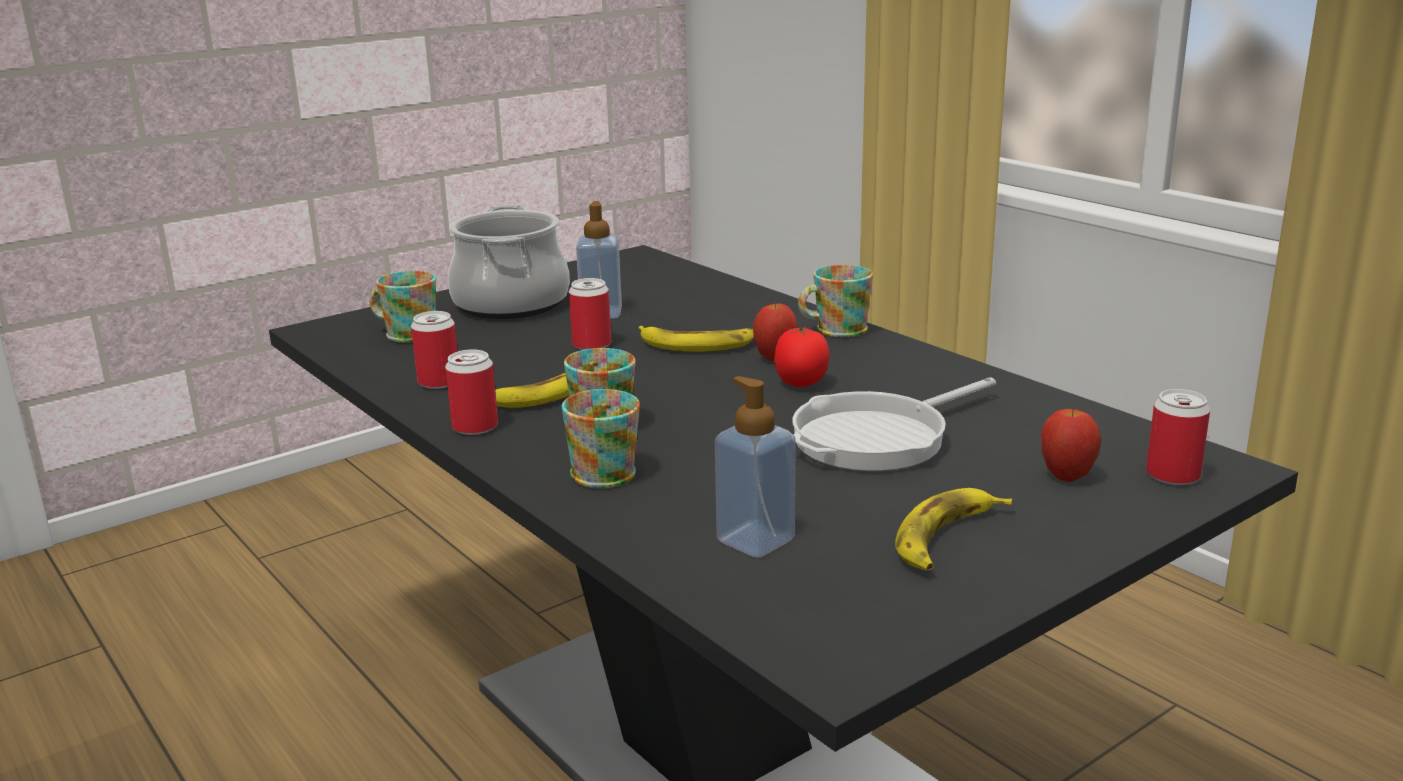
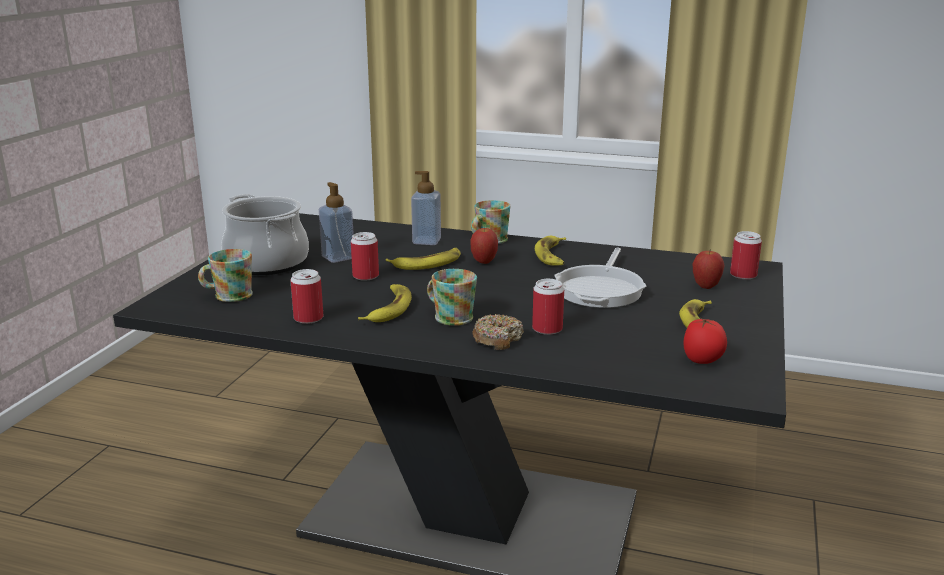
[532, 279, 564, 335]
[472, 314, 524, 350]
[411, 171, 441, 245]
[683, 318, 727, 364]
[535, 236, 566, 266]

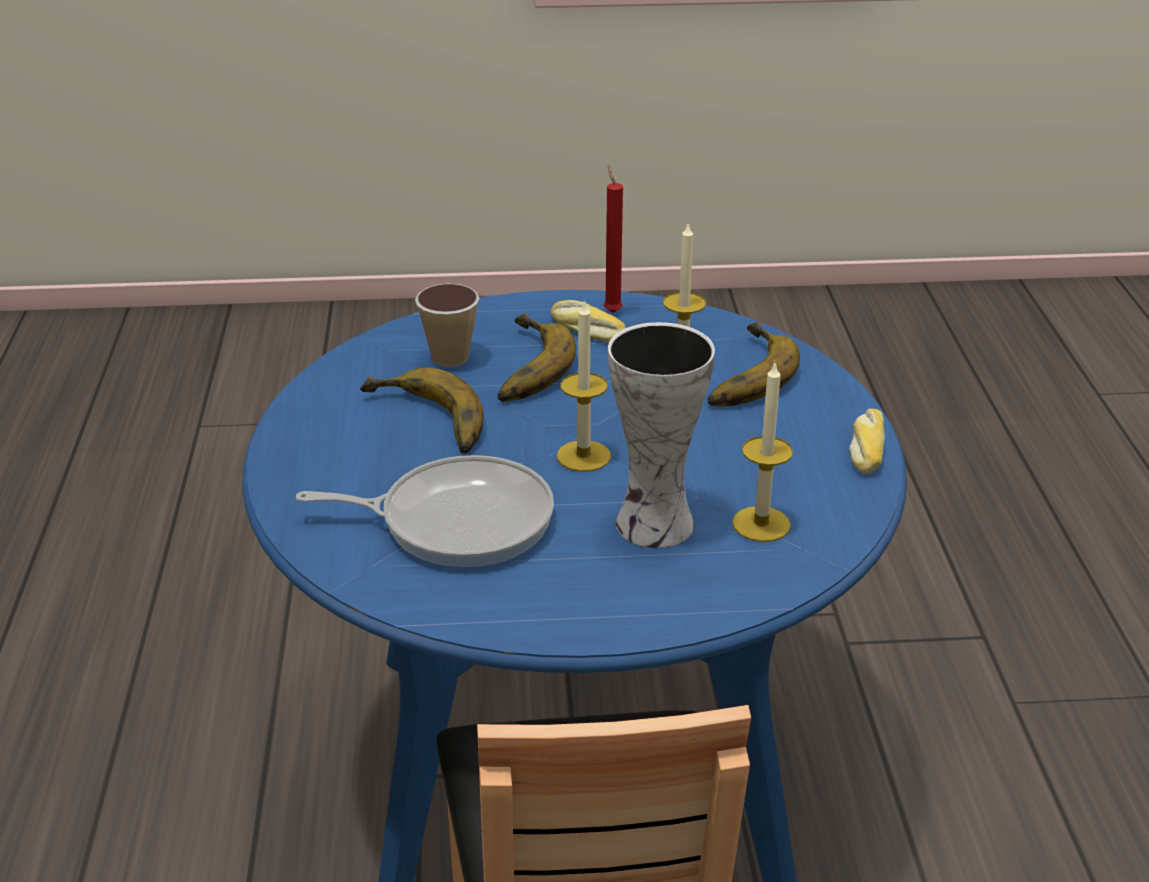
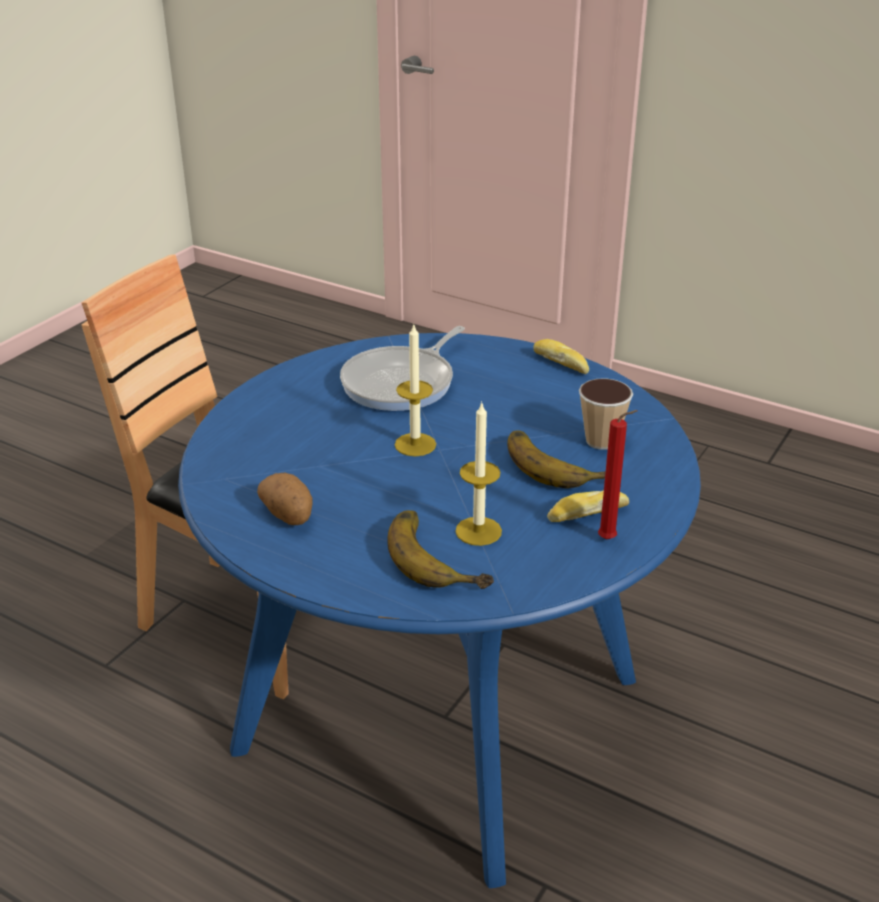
[360, 368, 484, 453] (first image)
[608, 322, 715, 548] (first image)
[732, 363, 793, 542] (first image)
[534, 339, 589, 374]
[257, 473, 313, 525]

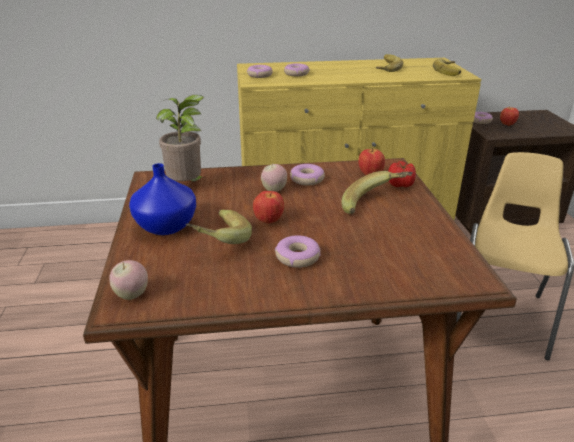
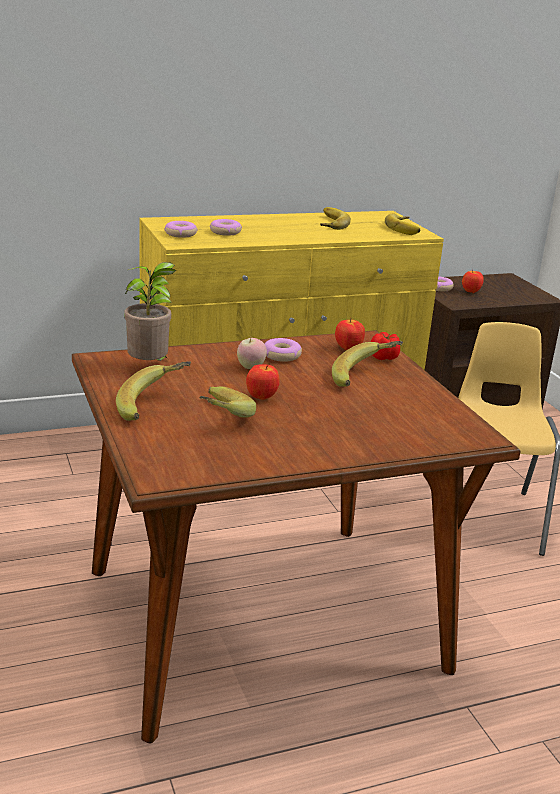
[109, 260, 148, 300] (first image)
[116, 361, 191, 421]
[275, 235, 321, 268] (first image)

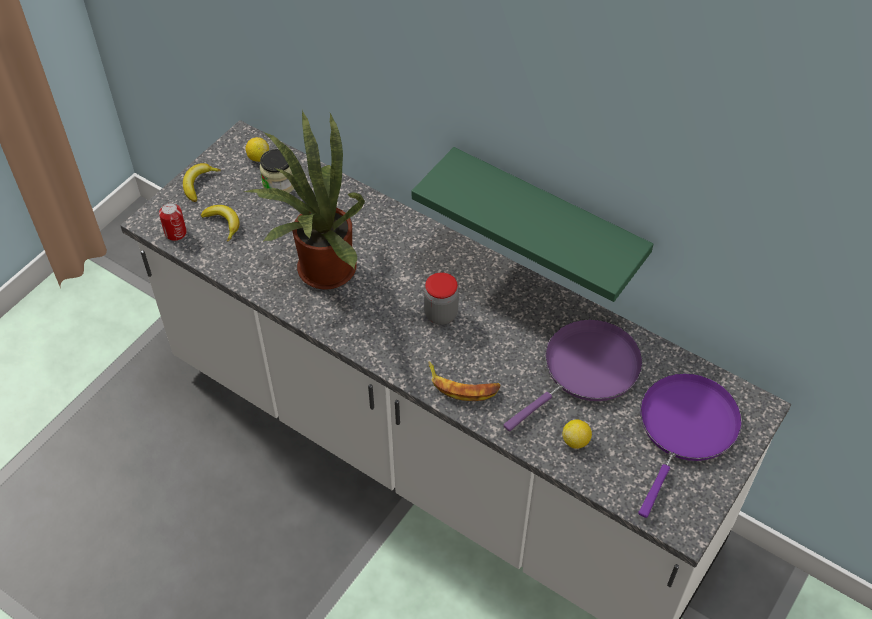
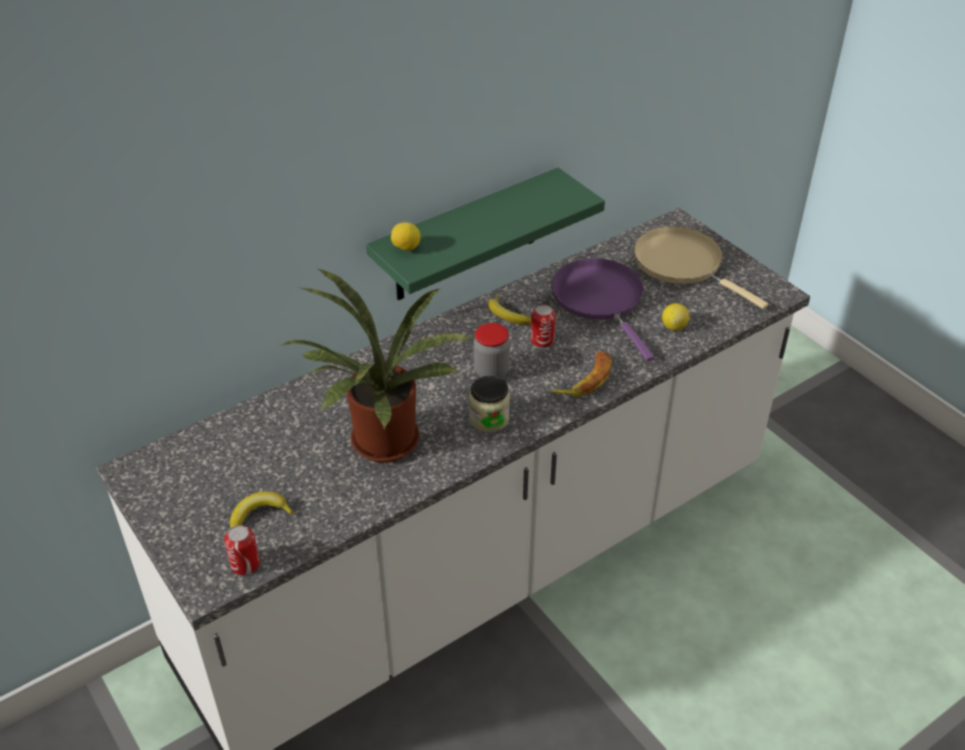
[488, 296, 531, 325]
[391, 222, 420, 251]
[469, 376, 510, 433]
[633, 226, 768, 309]
[531, 304, 556, 348]

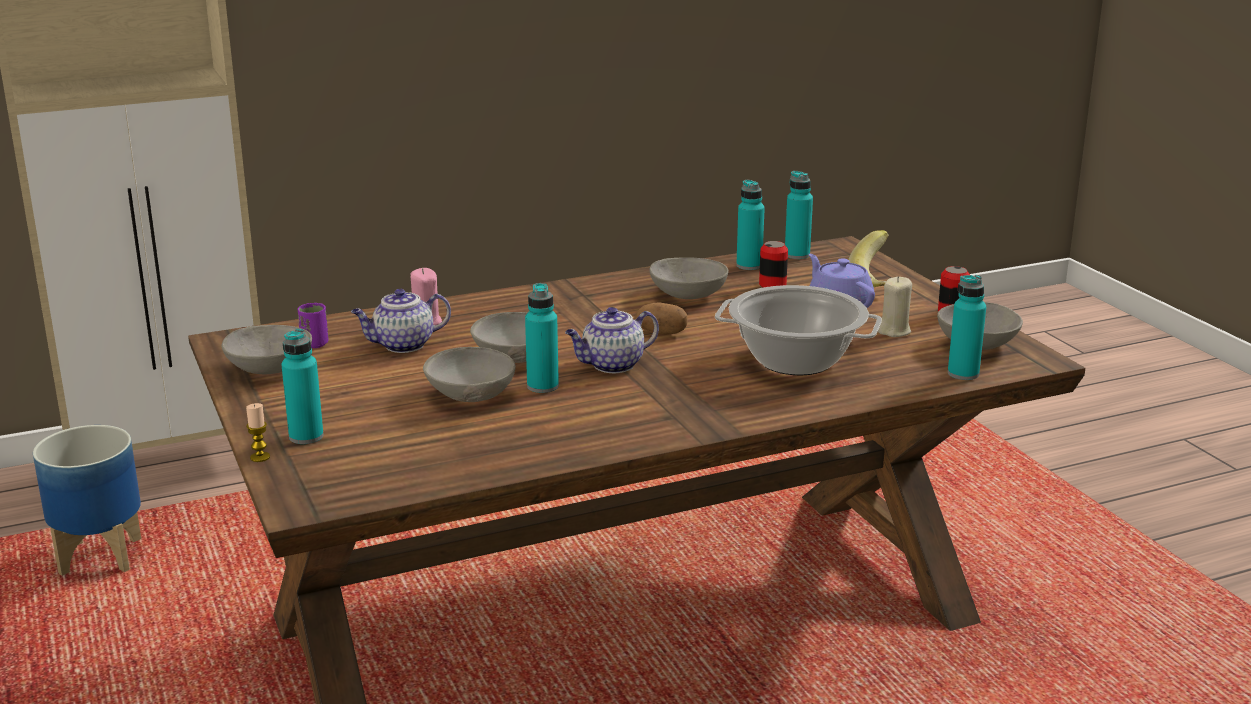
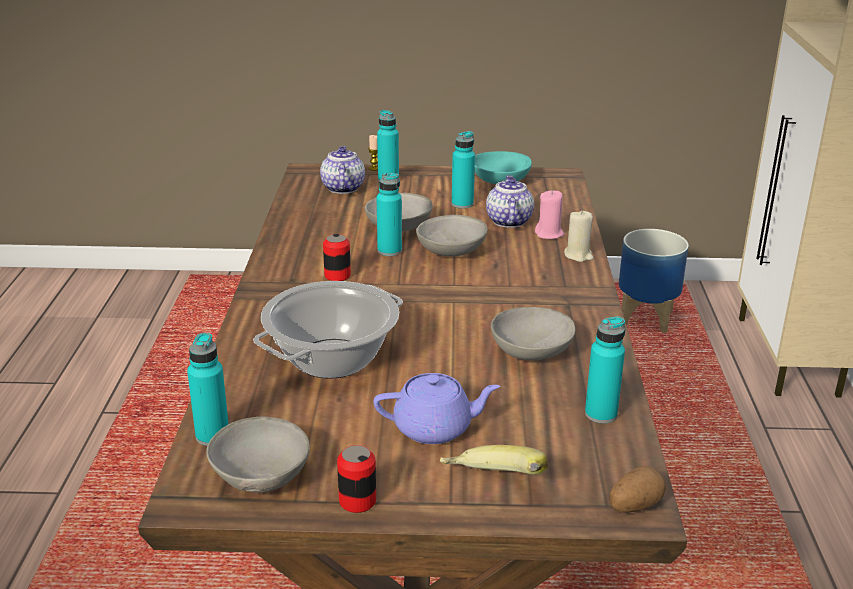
[475, 151, 532, 184]
[298, 303, 329, 348] (first image)
[320, 146, 365, 194]
[609, 466, 666, 513]
[323, 234, 351, 281]
[452, 131, 475, 209]
[564, 210, 594, 262]

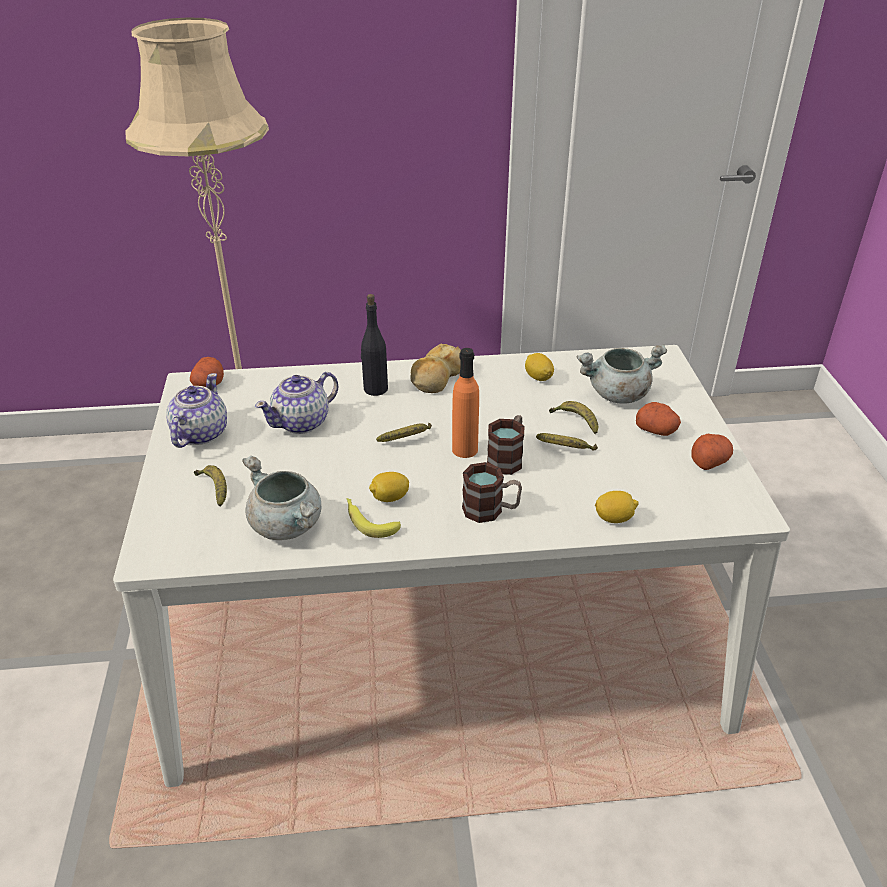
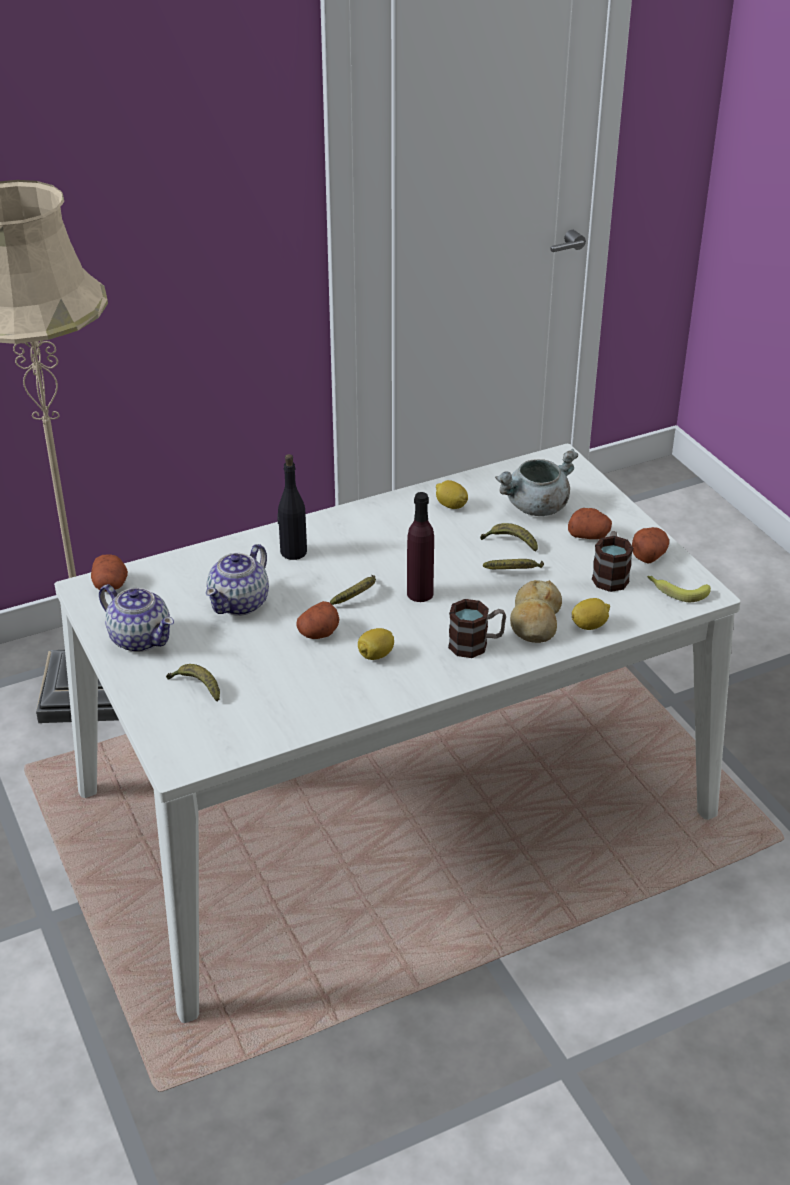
[99, 584, 174, 652]
[242, 456, 321, 540] (first image)
[647, 576, 711, 602]
[510, 580, 562, 643]
[407, 492, 434, 602]
[592, 531, 633, 592]
[296, 601, 339, 639]

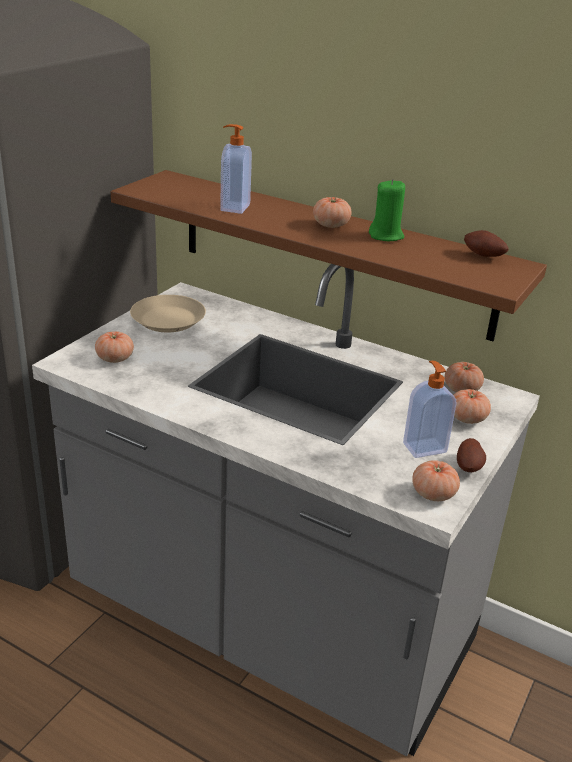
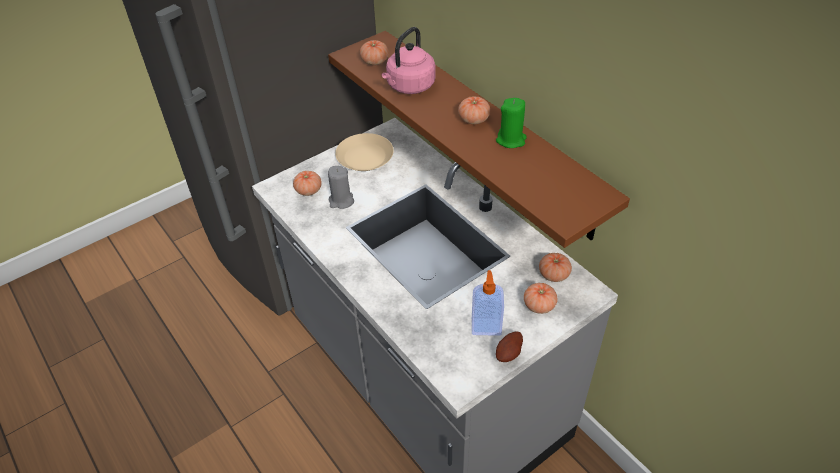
[382, 27, 436, 94]
[360, 40, 389, 65]
[464, 230, 509, 257] (first image)
[328, 166, 354, 209]

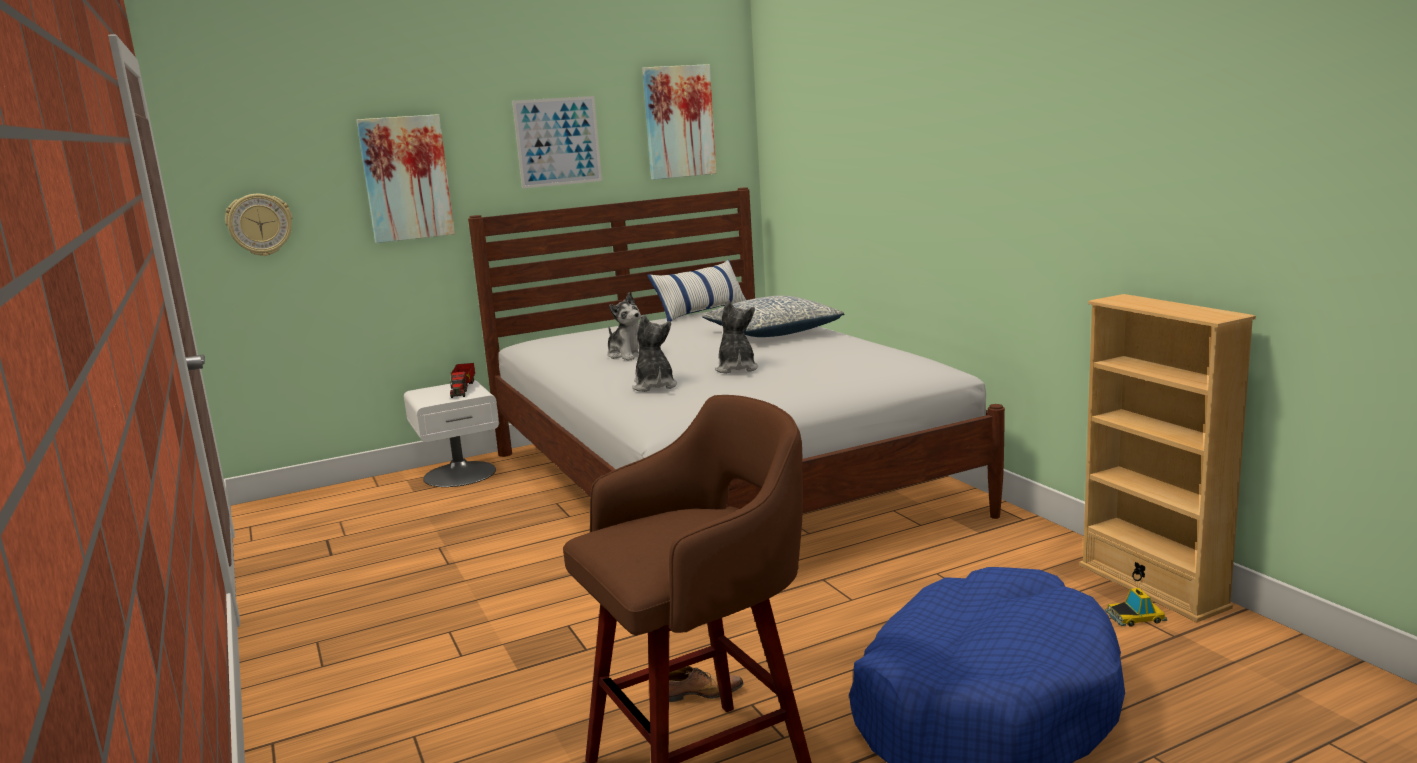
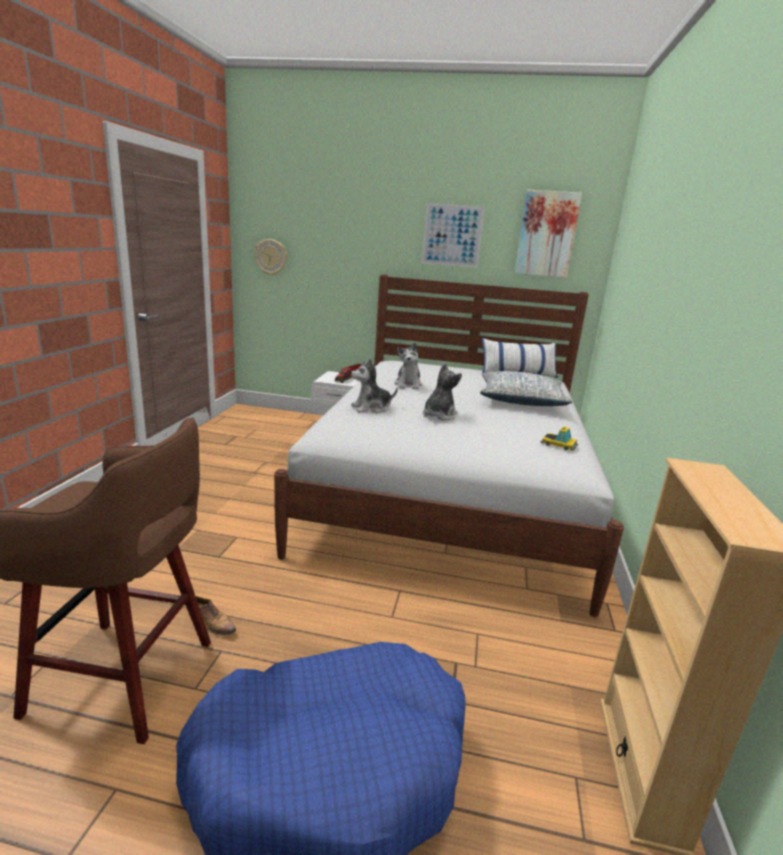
[357, 114, 455, 243] (first image)
[351, 358, 398, 413]
[541, 426, 578, 451]

